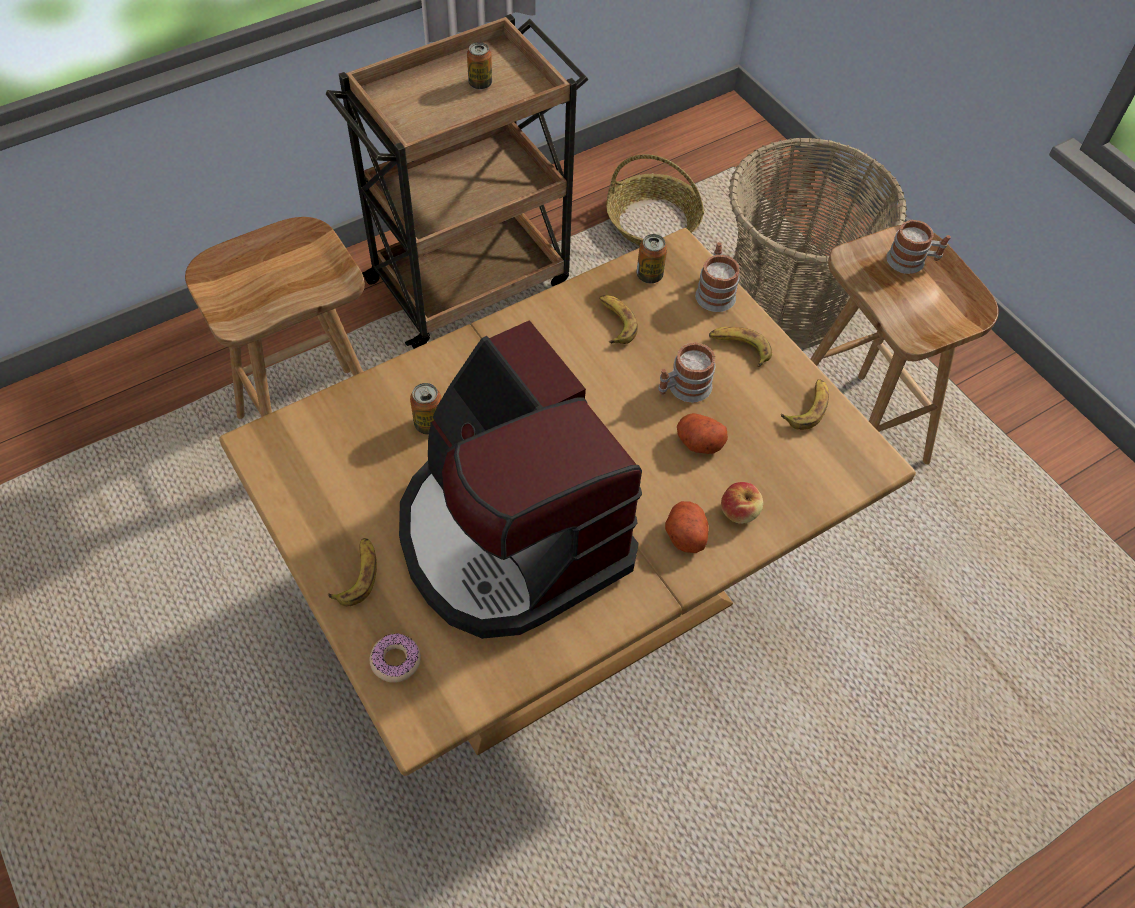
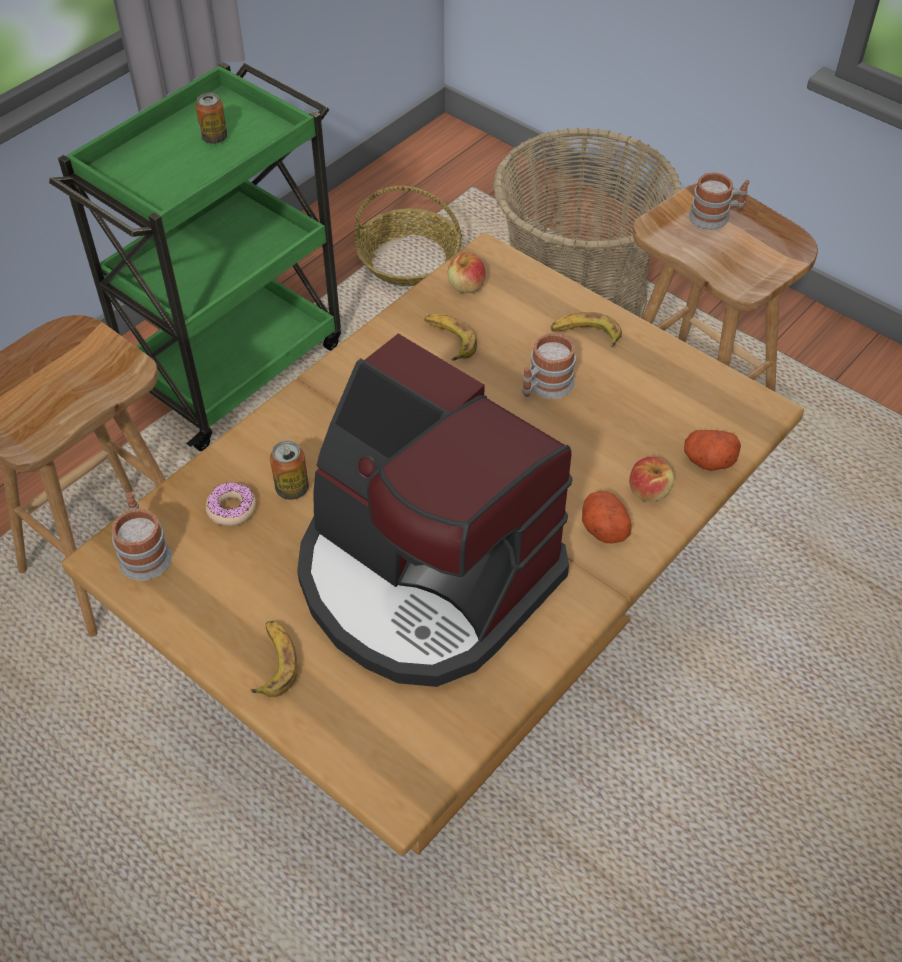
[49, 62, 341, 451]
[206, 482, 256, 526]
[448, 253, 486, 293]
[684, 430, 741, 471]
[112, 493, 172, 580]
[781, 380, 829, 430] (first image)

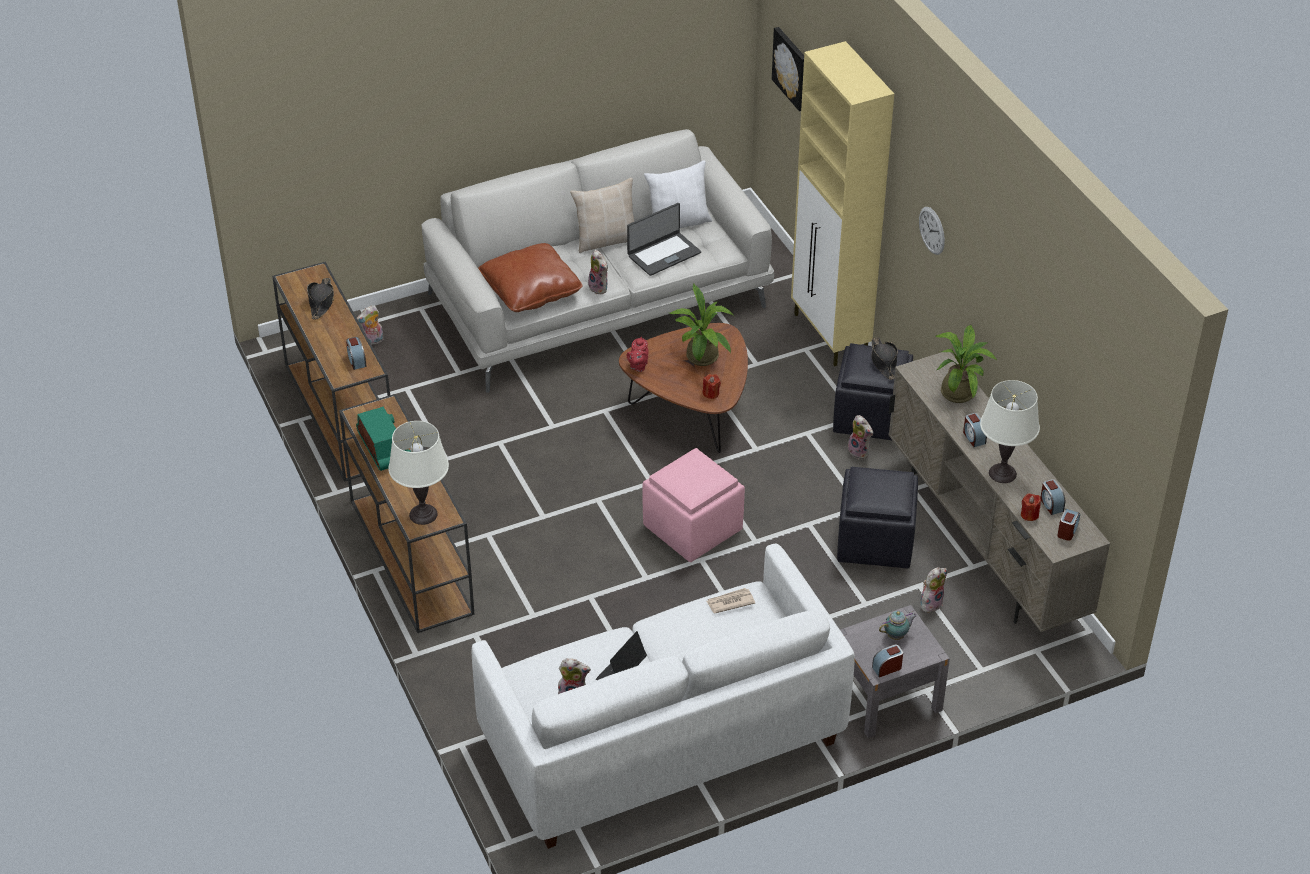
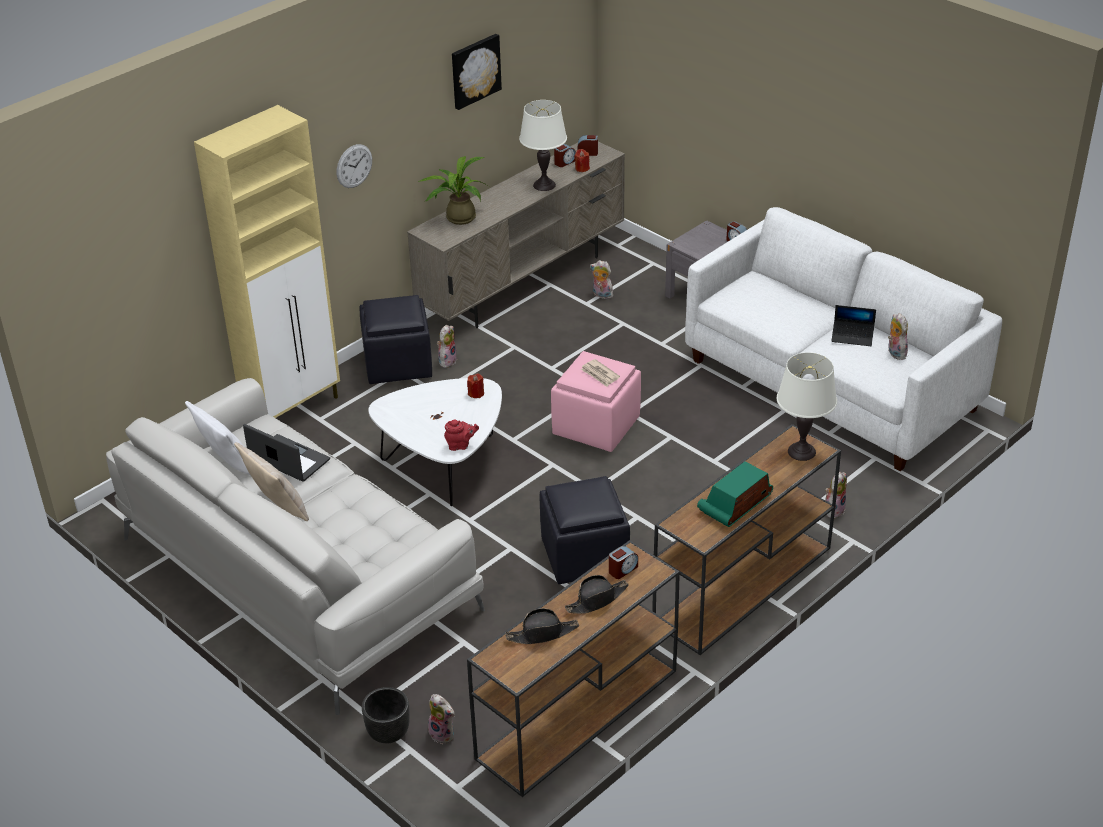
[478, 243, 582, 312] (first image)
[825, 472, 847, 518]
[368, 378, 502, 506]
[669, 284, 734, 366] (first image)
[581, 359, 620, 387]
[452, 34, 502, 110]
[540, 476, 630, 584]
[565, 575, 629, 614]
[879, 611, 917, 640] (first image)
[963, 413, 987, 447] (first image)
[362, 687, 410, 744]

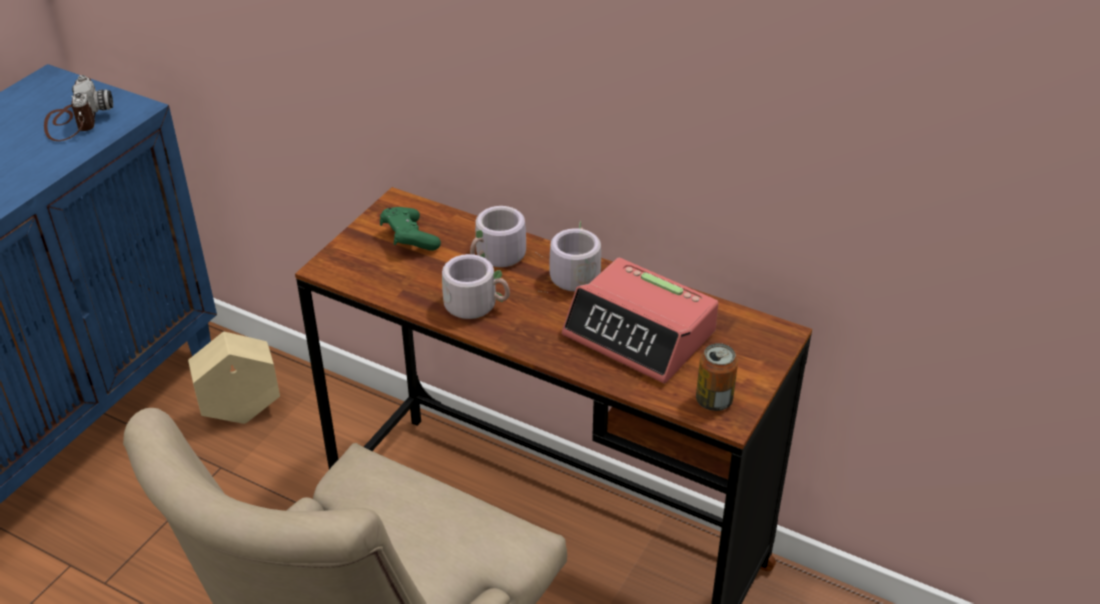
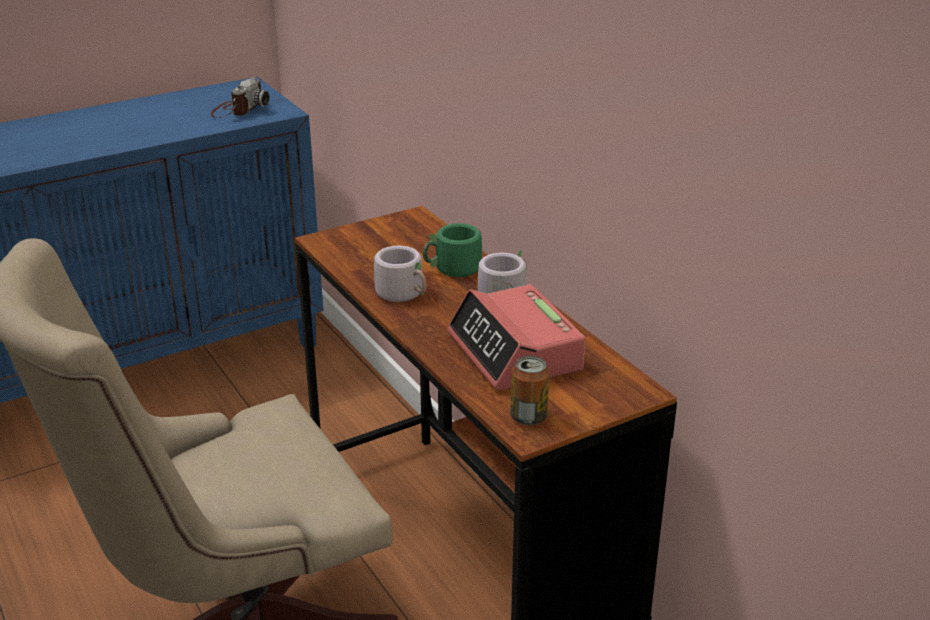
[188, 332, 280, 424] (first image)
[380, 207, 441, 251] (first image)
[423, 223, 482, 277]

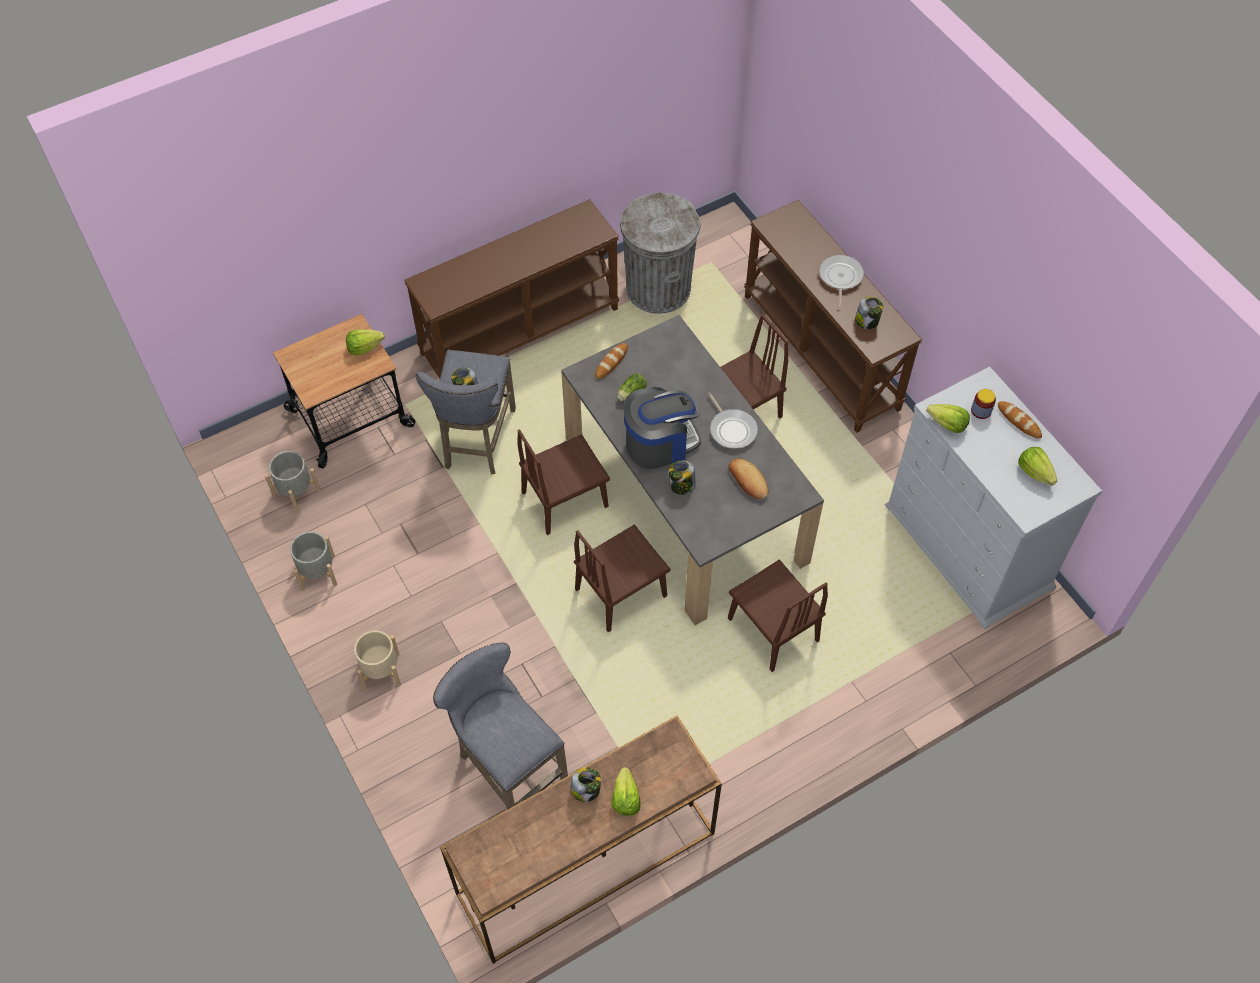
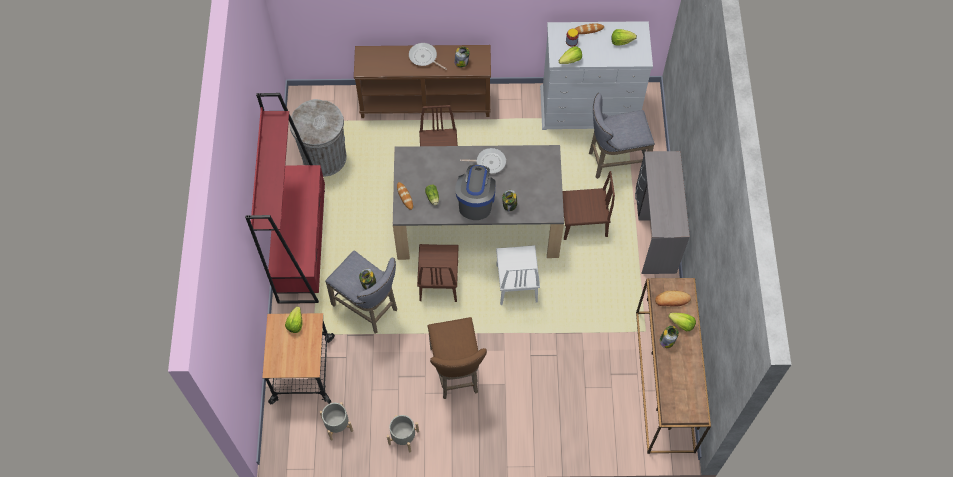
[354, 630, 401, 690] (first image)
[245, 93, 325, 304]
[589, 93, 655, 179]
[496, 245, 540, 305]
[655, 290, 691, 307]
[428, 317, 487, 399]
[635, 151, 690, 274]

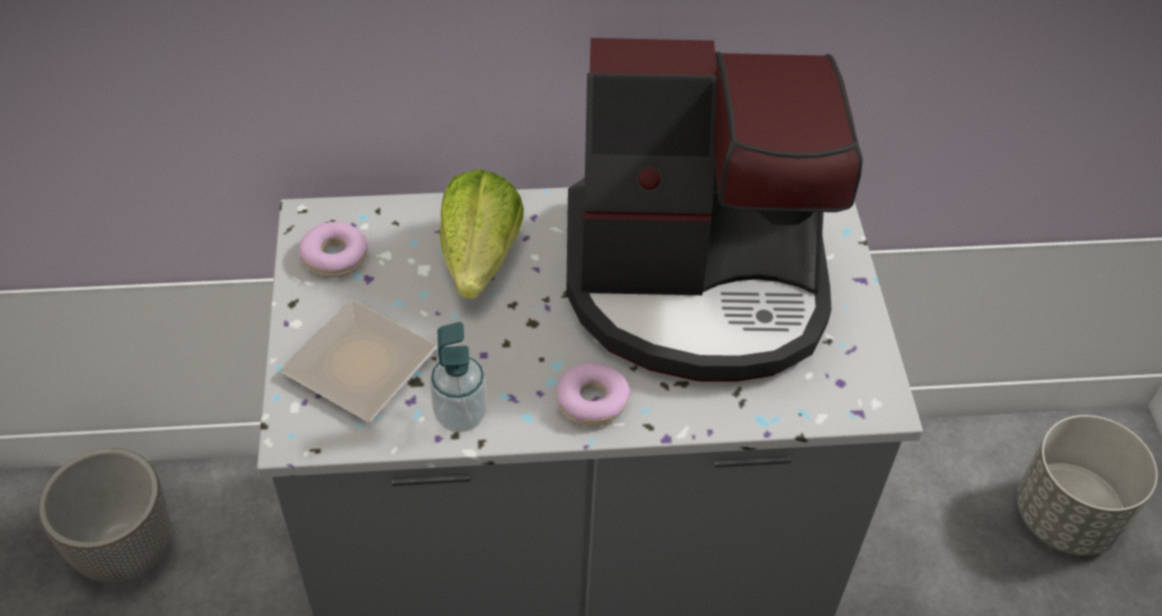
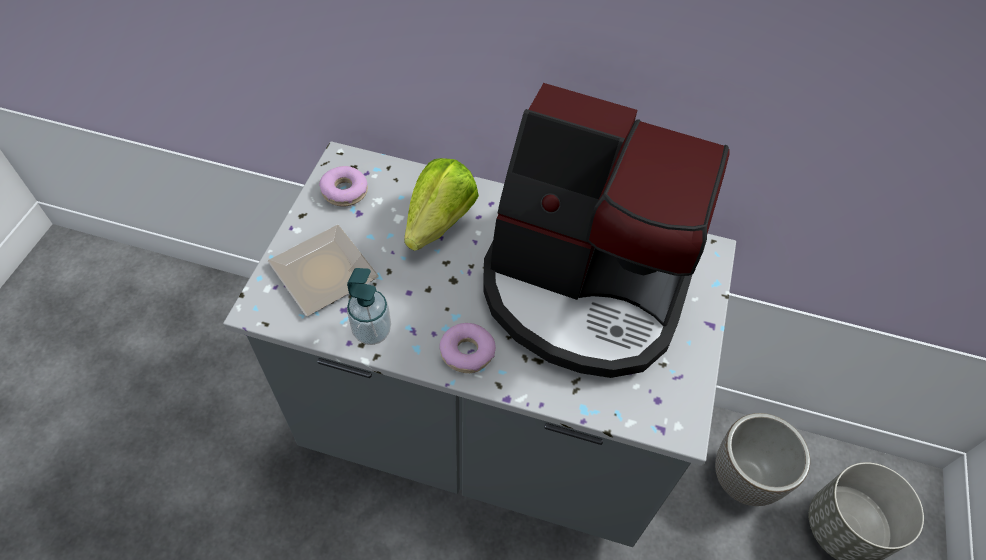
[715, 413, 810, 506]

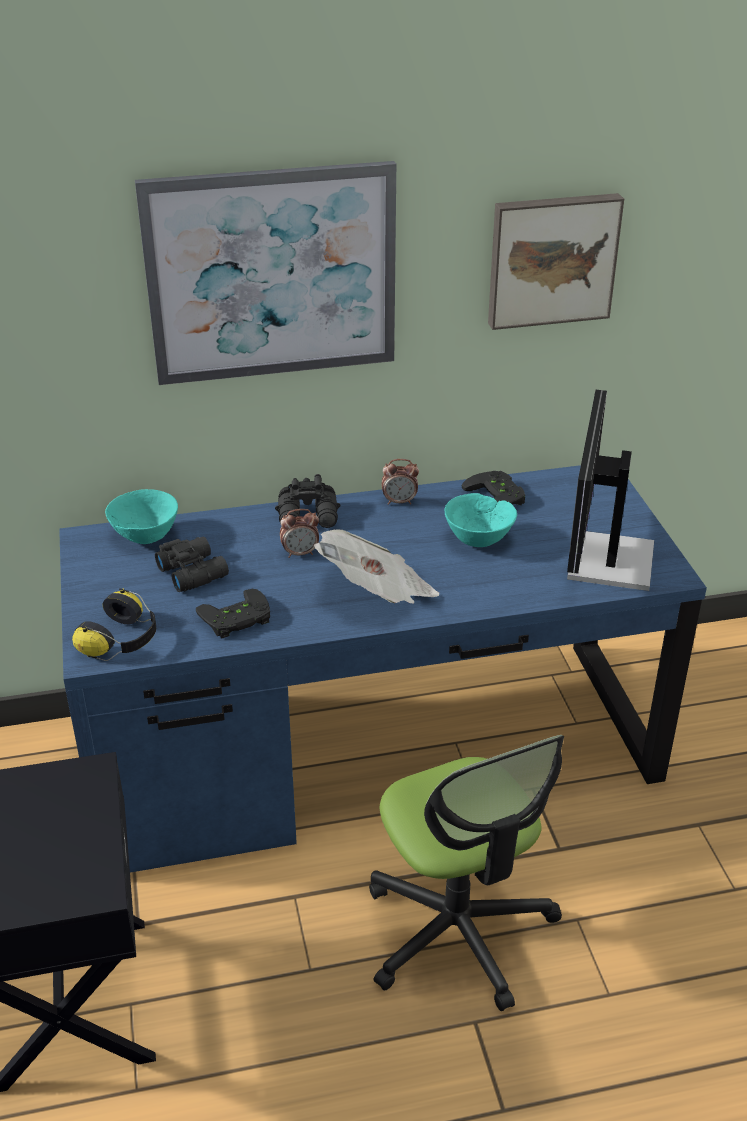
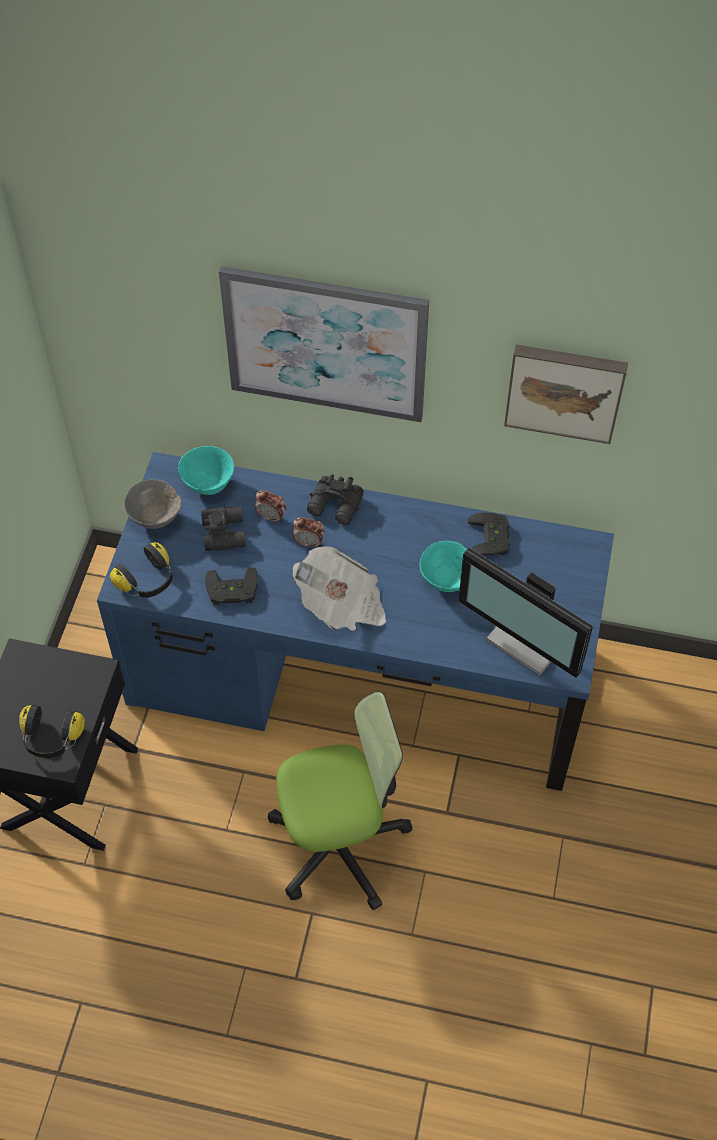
[268, 692, 413, 910]
[255, 490, 286, 523]
[458, 548, 593, 678]
[19, 705, 85, 758]
[124, 479, 181, 529]

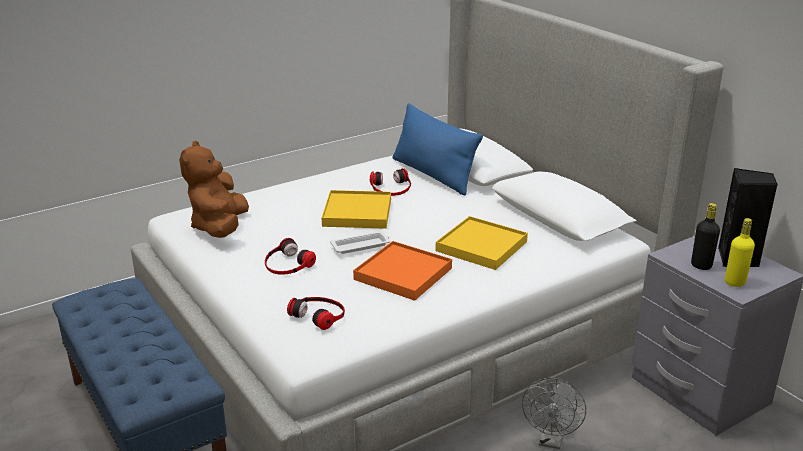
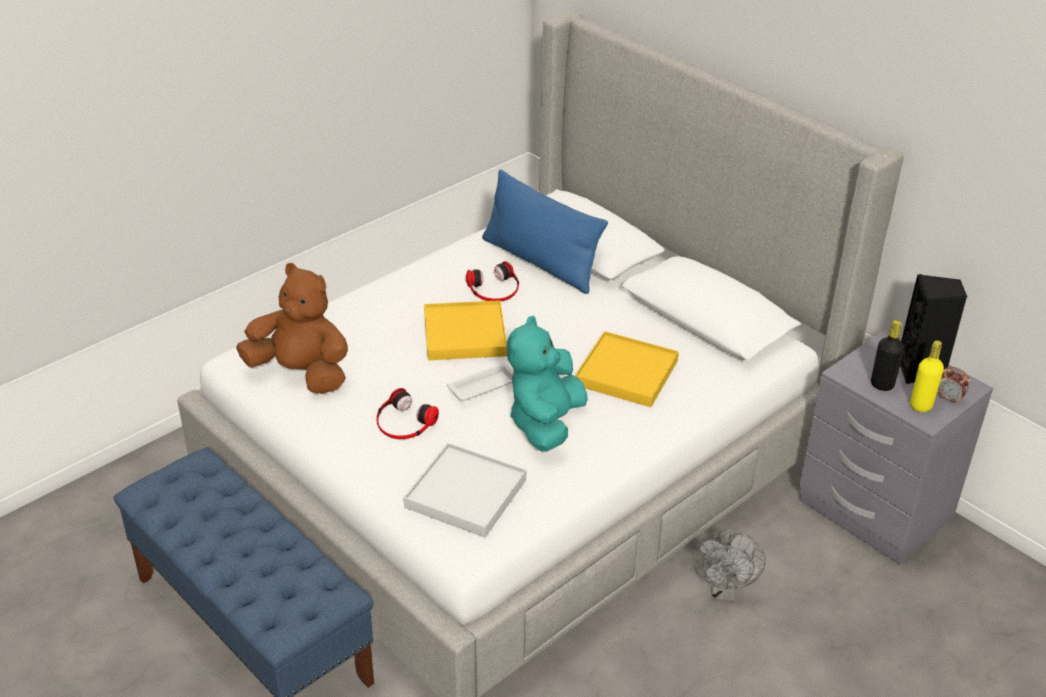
[236, 263, 348, 394]
[404, 443, 526, 537]
[507, 316, 588, 451]
[938, 367, 970, 404]

